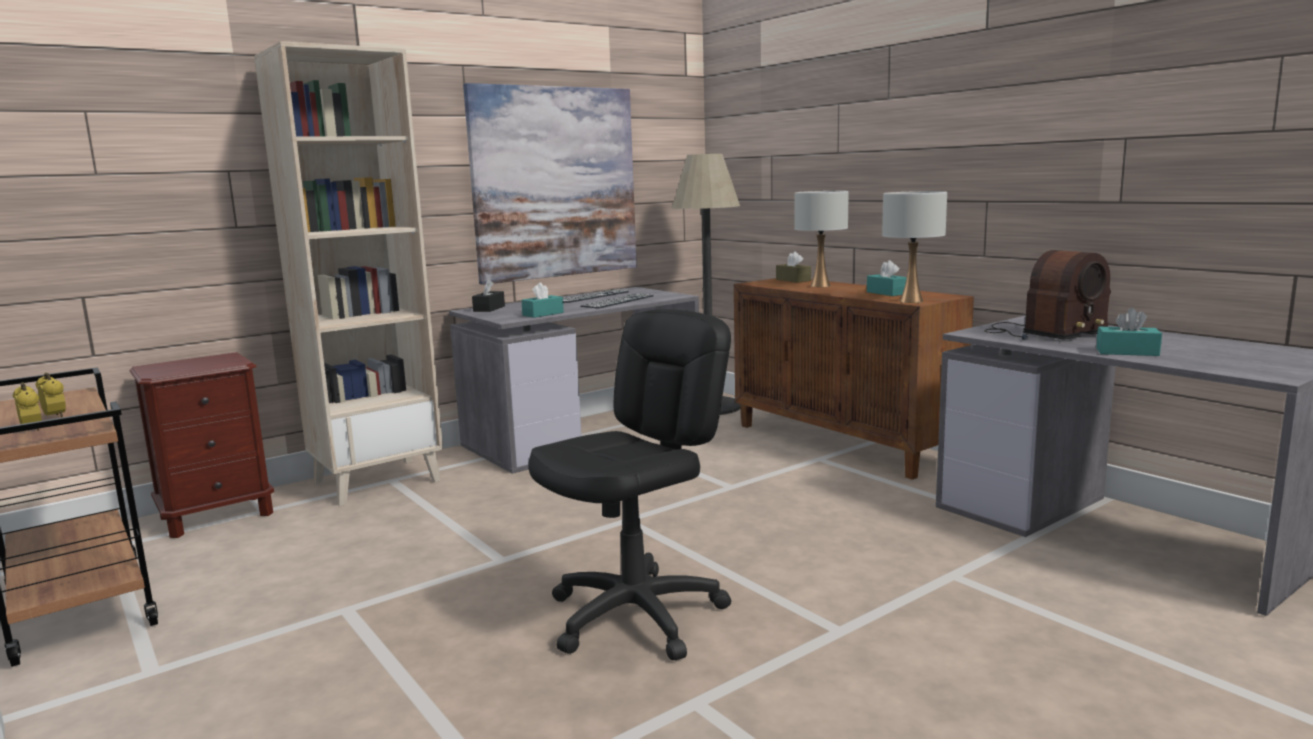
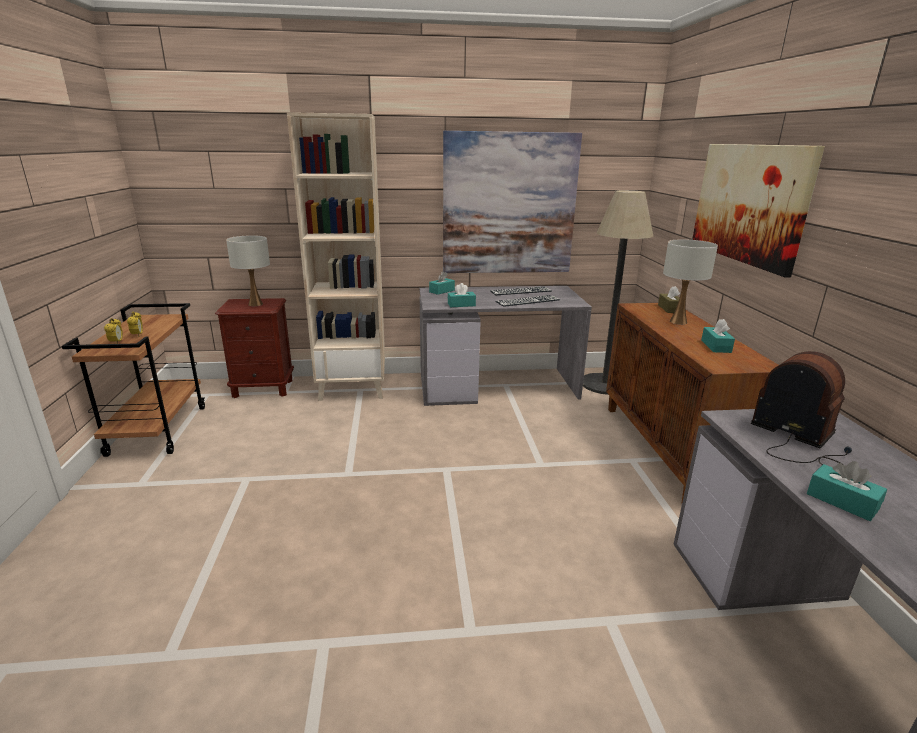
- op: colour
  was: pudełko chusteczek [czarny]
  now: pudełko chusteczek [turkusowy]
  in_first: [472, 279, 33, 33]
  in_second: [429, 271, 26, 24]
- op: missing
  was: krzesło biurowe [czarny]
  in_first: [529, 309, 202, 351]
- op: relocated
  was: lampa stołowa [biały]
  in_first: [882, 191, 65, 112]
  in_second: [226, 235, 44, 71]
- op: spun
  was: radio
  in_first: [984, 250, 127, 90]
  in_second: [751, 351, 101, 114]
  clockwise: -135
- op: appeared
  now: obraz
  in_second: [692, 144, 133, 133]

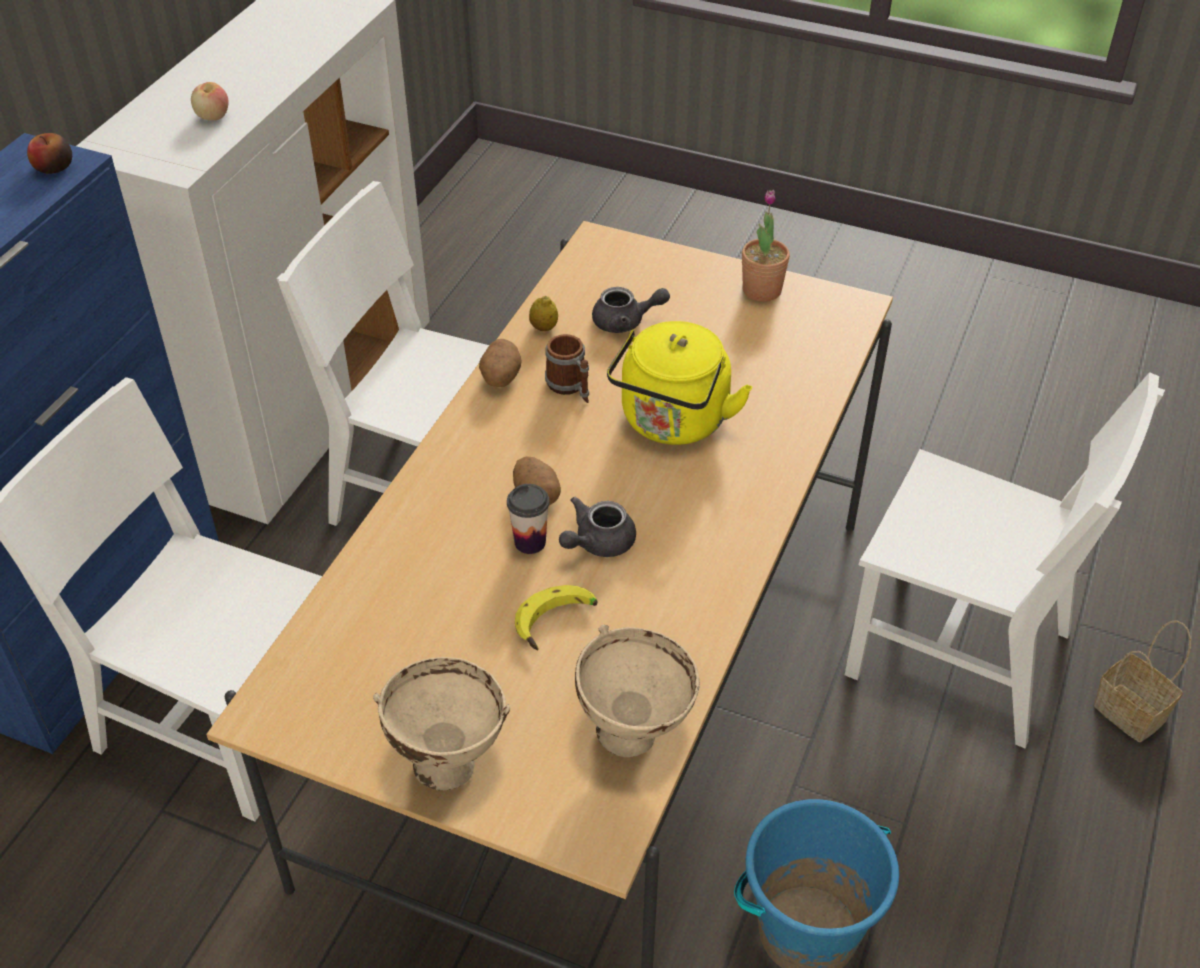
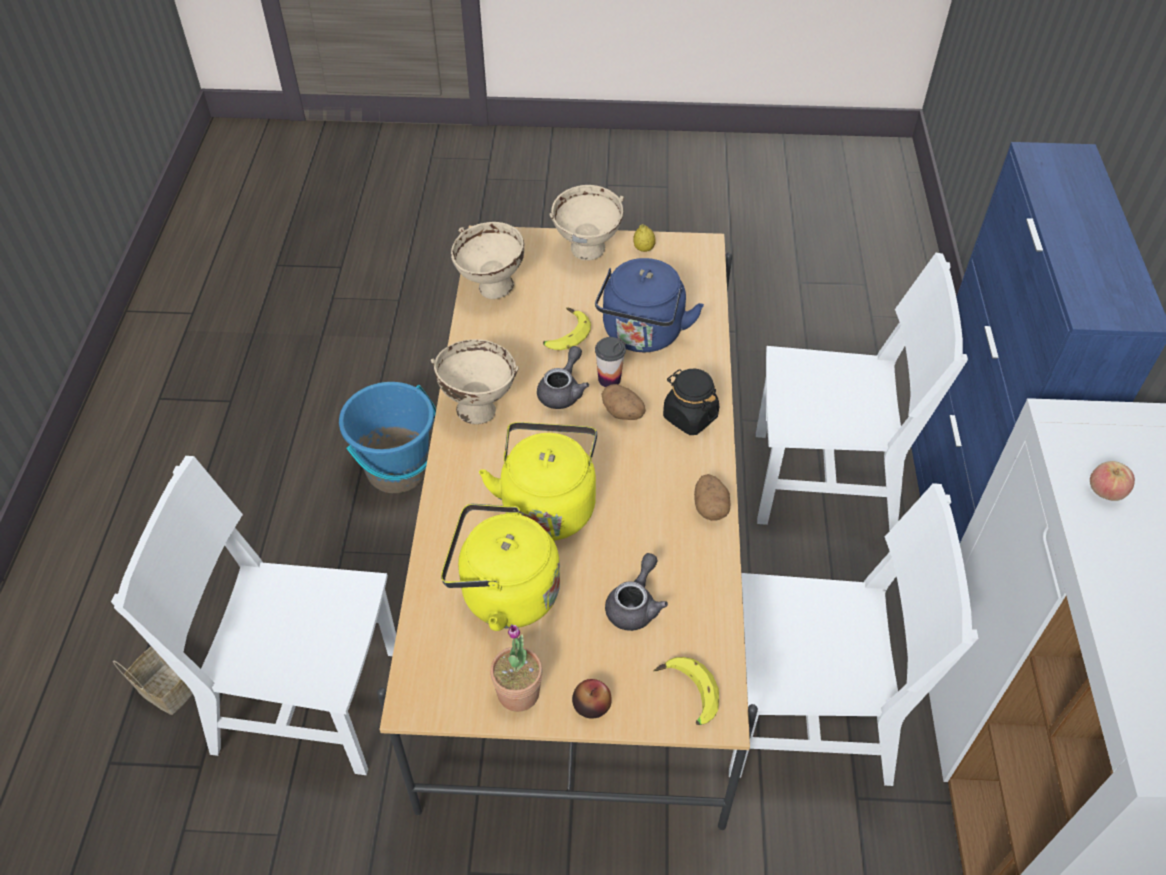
- op: relocated
  was: jabłko
  in_first: [27, 133, 45, 41]
  in_second: [572, 679, 40, 40]
- op: relocated
  was: cytryna
  in_first: [529, 296, 29, 35]
  in_second: [633, 224, 23, 28]
- op: missing
  was: kubek
  in_first: [545, 334, 44, 69]
- op: spun
  was: imbryk [szary]
  in_first: [592, 287, 78, 46]
  in_second: [605, 553, 63, 78]
  clockwise: 135
- op: appeared
  now: miska [beżowy]
  in_second: [431, 339, 88, 85]
- op: appeared
  now: czajnik [żółty]
  in_second: [441, 504, 119, 127]
- op: appeared
  now: czajnik [niebieski]
  in_second: [595, 258, 109, 94]
- op: appeared
  now: banan
  in_second: [653, 657, 66, 68]
- op: appeared
  now: słoik [czarny]
  in_second: [663, 369, 56, 66]

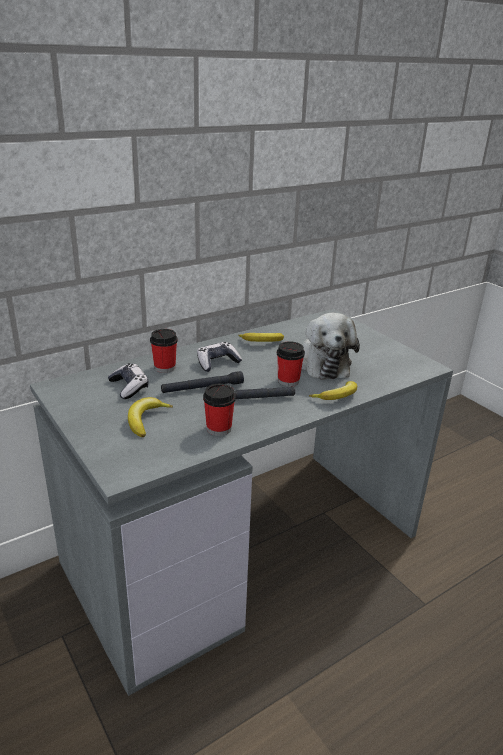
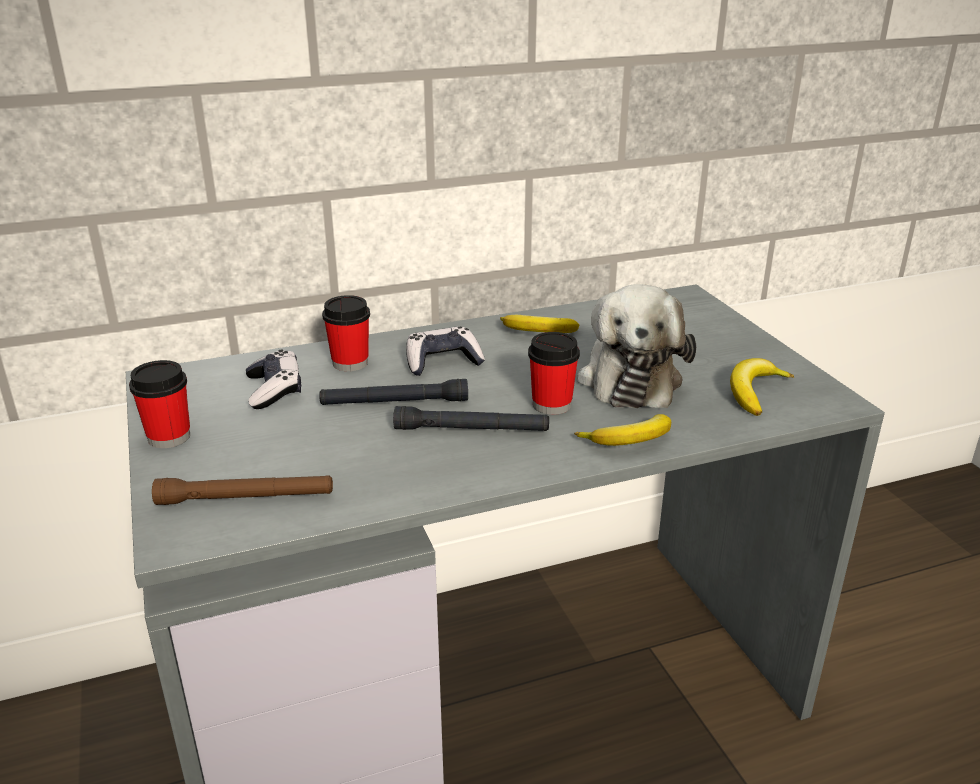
- op: relocated
  was: banan
  in_first: [128, 397, 45, 40]
  in_second: [730, 358, 64, 58]
- op: relocated
  was: filiżanka
  in_first: [203, 384, 33, 52]
  in_second: [129, 360, 61, 88]
- op: appeared
  now: latarka [brązowy]
  in_second: [152, 475, 181, 30]

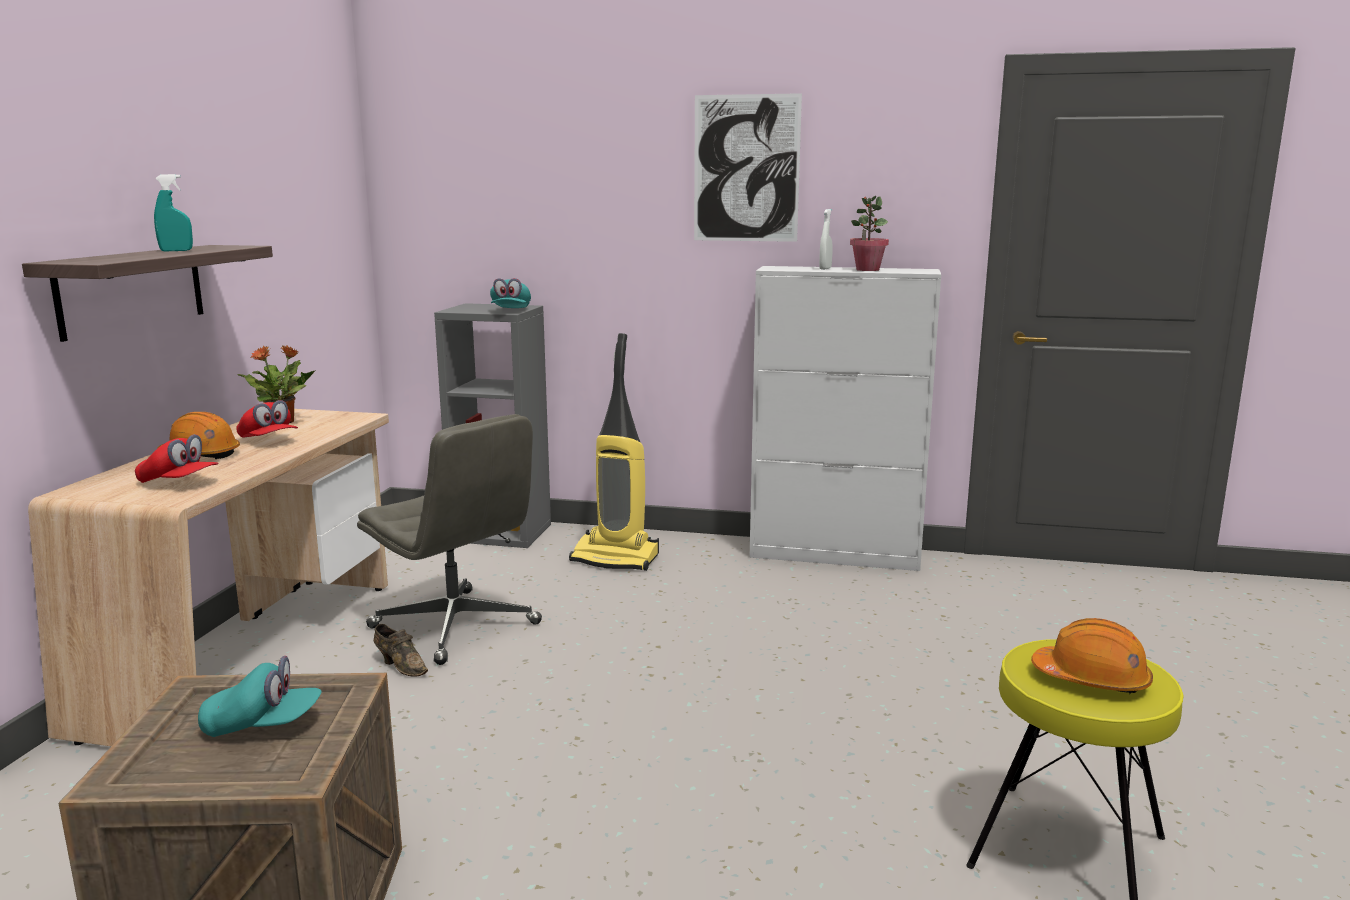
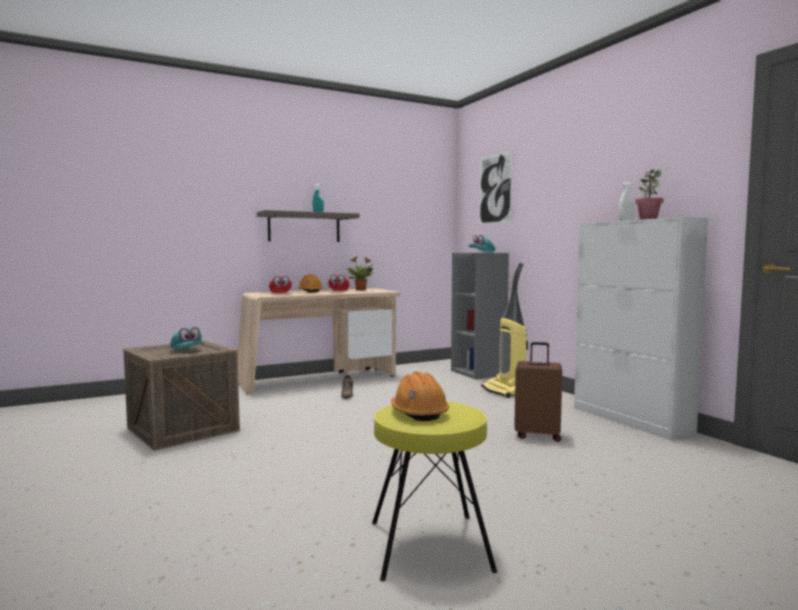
- op: missing
  was: krzesło biurowe [szary]
  in_first: [357, 414, 185, 251]
- op: relocated
  was: obraz
  in_first: [694, 93, 108, 149]
  in_second: [479, 150, 33, 75]
- op: appeared
  now: walizka [brązowy]
  in_second: [514, 342, 48, 100]

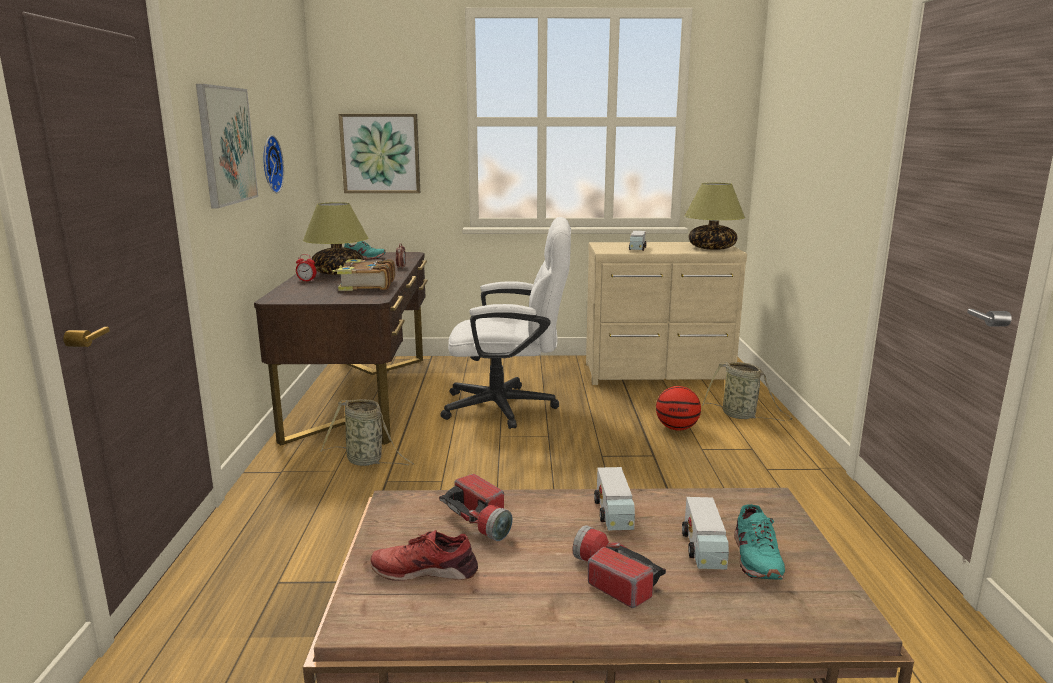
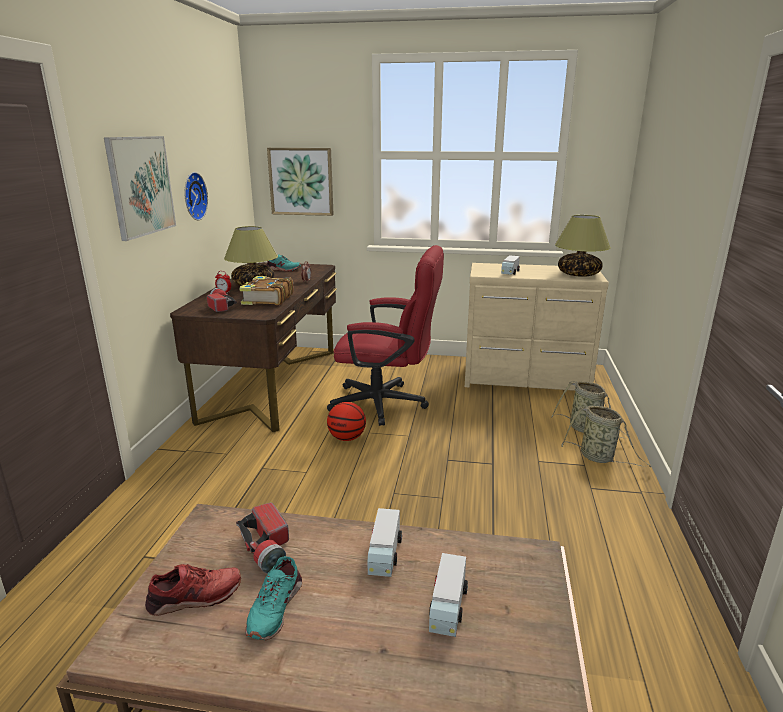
- op: relocated
  was: koszyk
  in_first: [321, 399, 93, 67]
  in_second: [561, 406, 90, 61]
- op: spun
  was: but [czerwony]
  in_first: [370, 530, 108, 51]
  in_second: [145, 564, 96, 52]
  clockwise: 150
- op: colour
  was: krzesło biurowe [biały]
  now: krzesło biurowe [czerwony]
  in_first: [440, 217, 131, 212]
  in_second: [327, 245, 117, 181]
- op: relocated
  was: latarka
  in_first: [572, 525, 94, 83]
  in_second: [207, 288, 30, 24]
- op: relocated
  was: piłka do koszykówki
  in_first: [656, 386, 45, 45]
  in_second: [327, 402, 39, 39]
- op: relocated
  was: but [turkusowy]
  in_first: [734, 504, 51, 75]
  in_second: [245, 556, 57, 84]

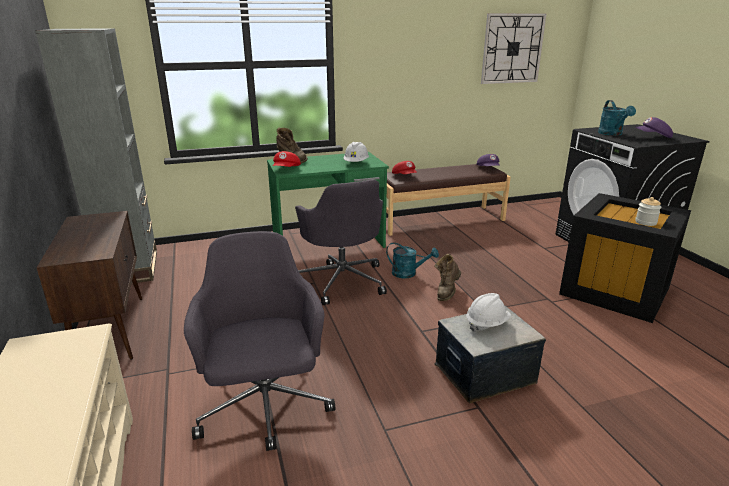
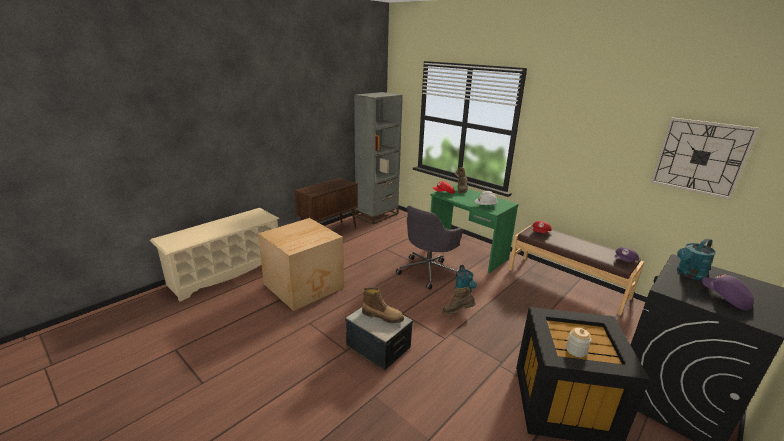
- op: exchanged
  was: krzesło biurowe [szary]
  now: karton
  in_first: [184, 231, 151, 220]
  in_second: [258, 218, 86, 93]
- op: exchanged
  was: kask [biały]
  now: but z cholewką
  in_first: [466, 293, 45, 39]
  in_second: [362, 287, 42, 36]

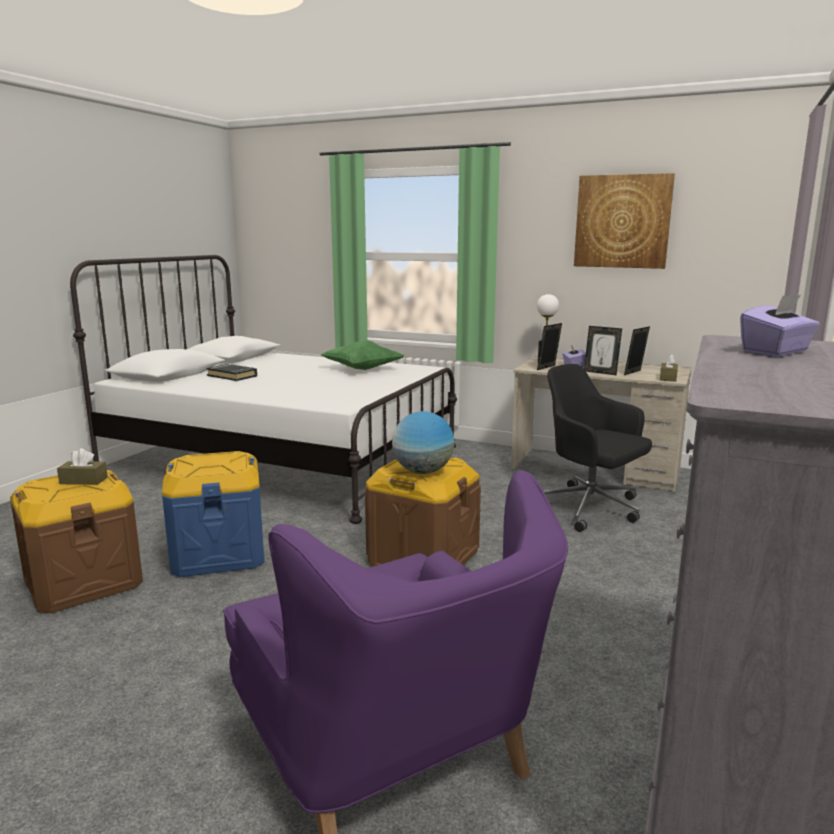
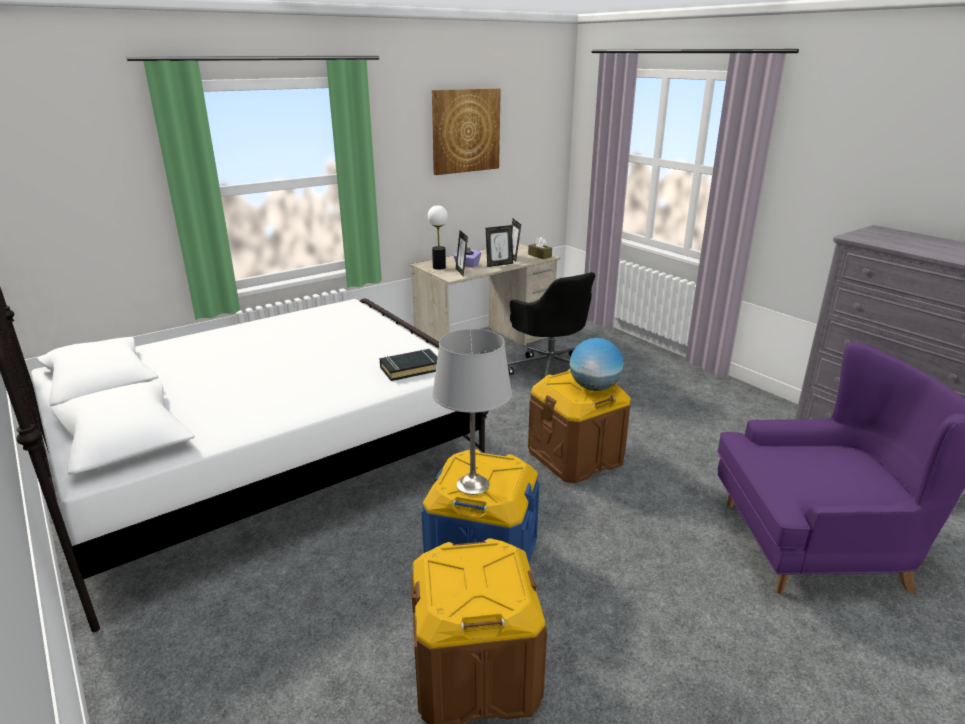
- op: missing
  was: pudełko chusteczek [brązowy]
  in_first: [57, 448, 51, 37]
- op: relocated
  was: książka [czarny]
  in_first: [207, 364, 50, 17]
  in_second: [379, 349, 59, 32]
- op: missing
  was: poduszka [zielony]
  in_first: [321, 341, 83, 29]
- op: spun
  was: krzesło biurowe [czarny]
  in_first: [544, 364, 108, 168]
  in_second: [507, 272, 88, 105]
  clockwise: -105
- op: missing
  was: pudełko chusteczek [fioletowy]
  in_first: [740, 295, 80, 61]
- op: appeared
  now: lampa stołowa [szary]
  in_second: [432, 329, 80, 166]

